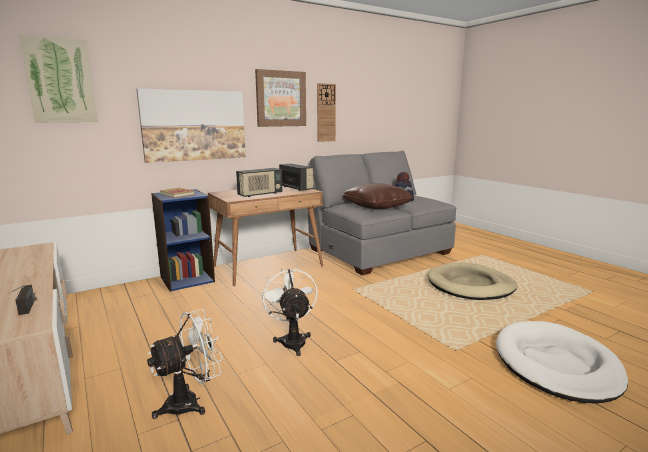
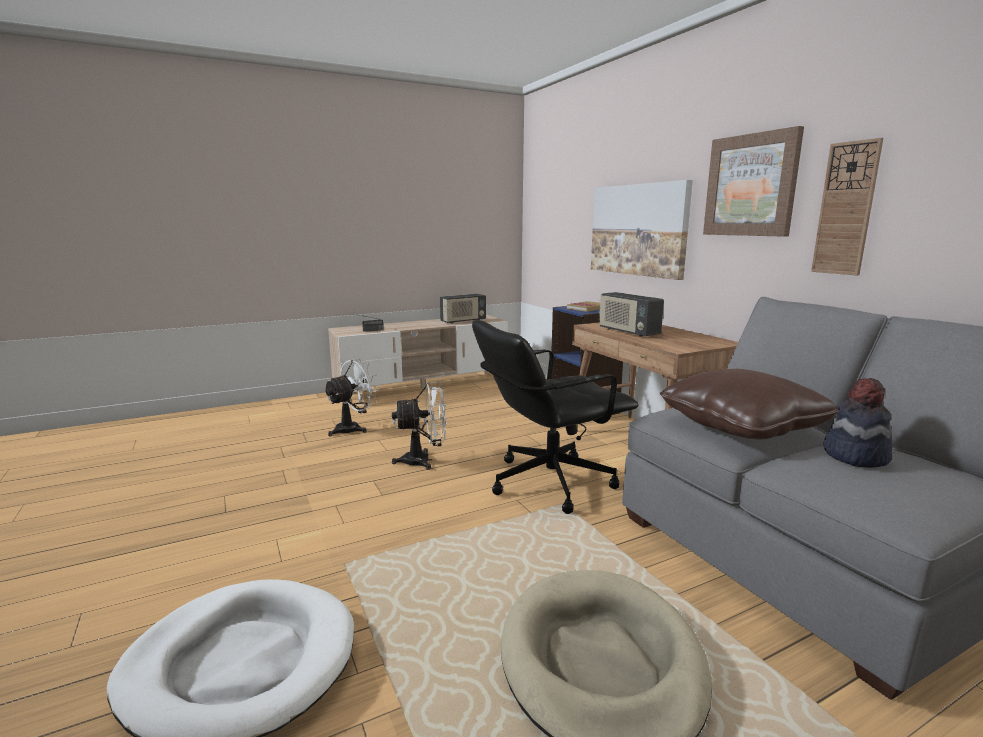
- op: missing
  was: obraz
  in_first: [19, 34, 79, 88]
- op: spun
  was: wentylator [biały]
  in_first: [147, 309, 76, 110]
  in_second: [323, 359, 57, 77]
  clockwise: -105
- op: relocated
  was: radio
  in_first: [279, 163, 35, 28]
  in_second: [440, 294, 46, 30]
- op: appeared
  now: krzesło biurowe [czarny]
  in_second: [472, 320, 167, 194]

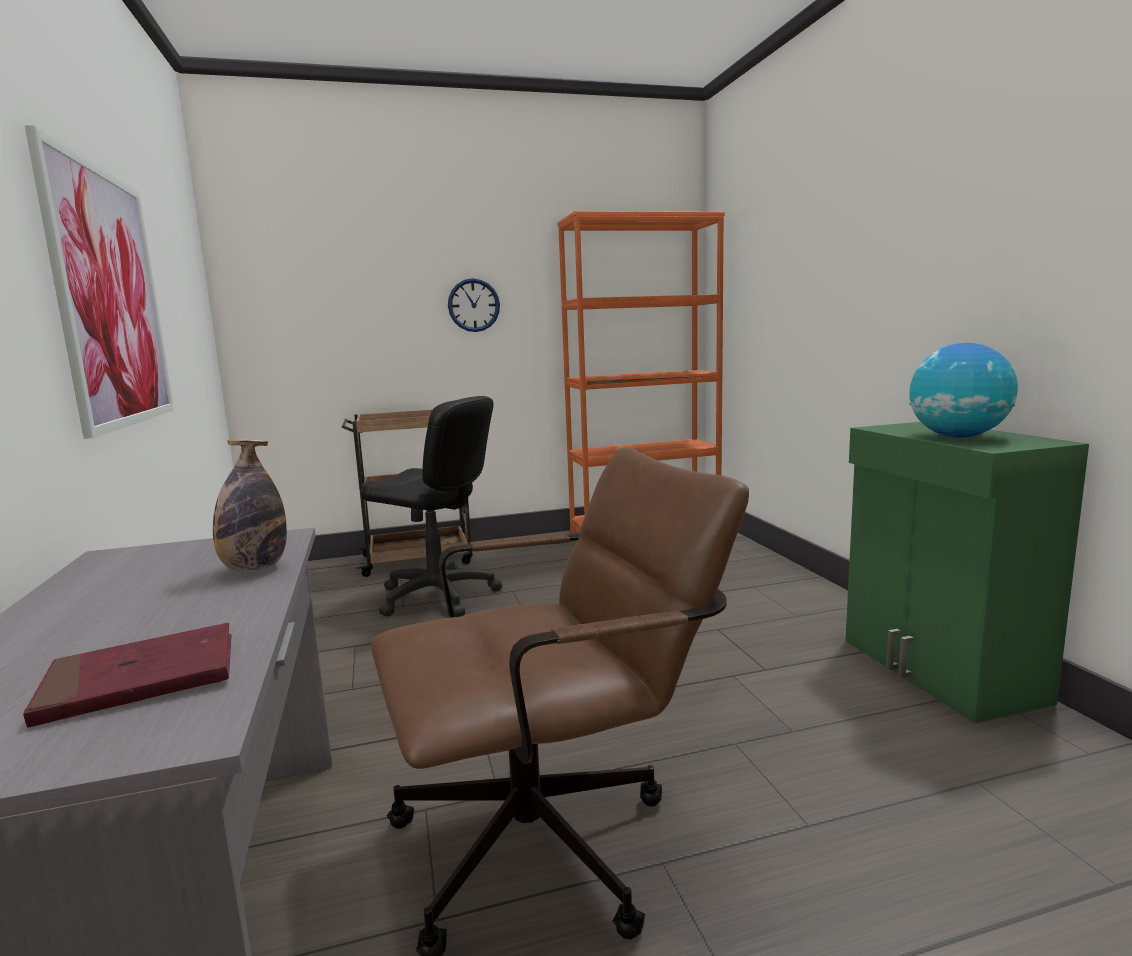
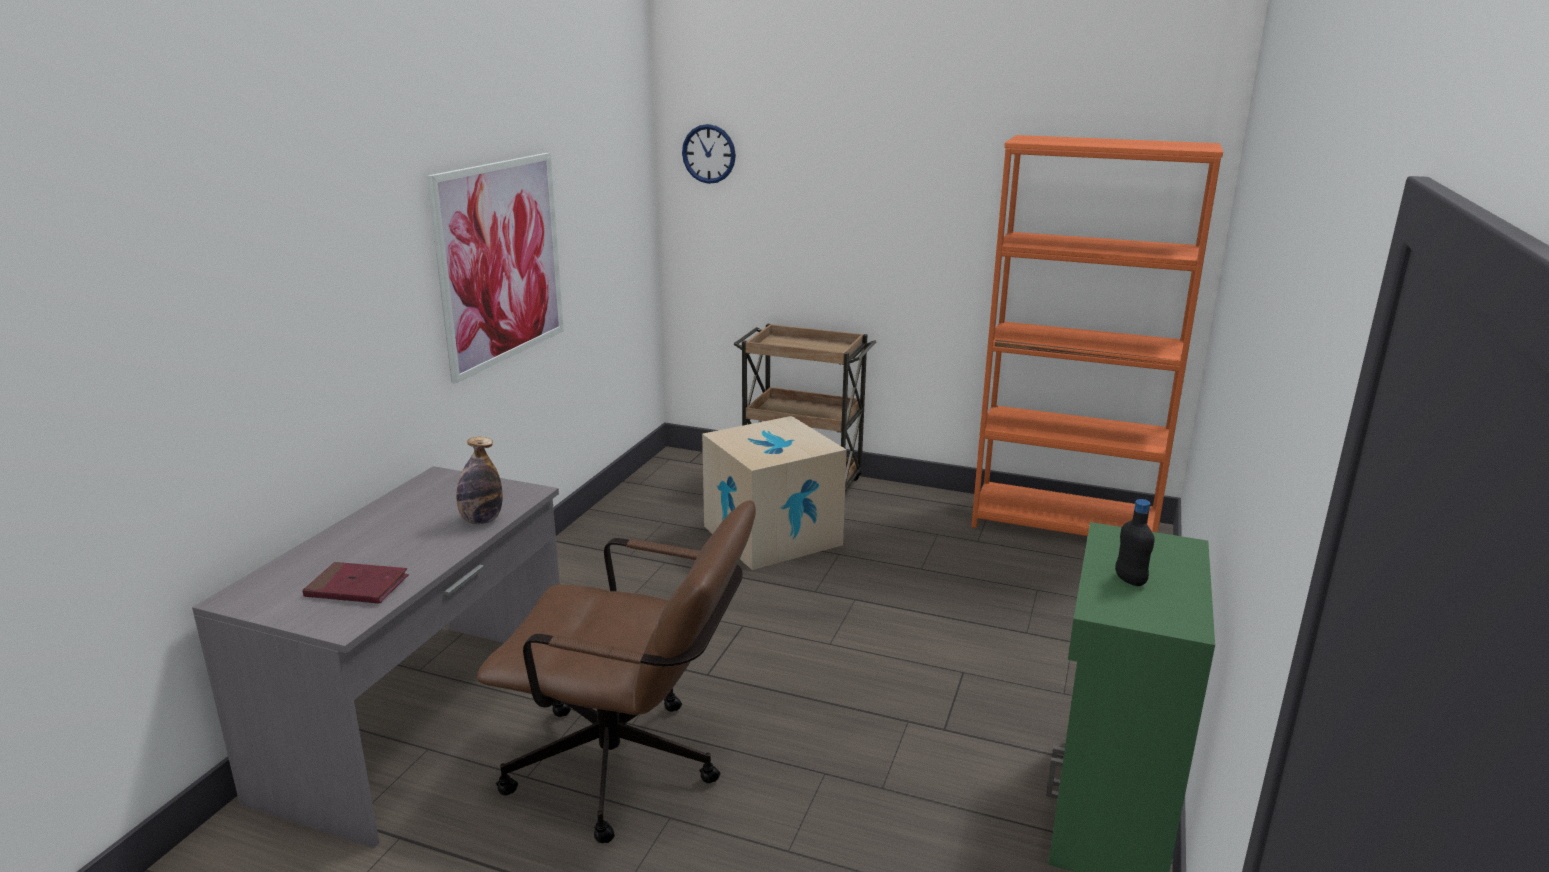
- op: exchanged
  was: krzesło biurowe [czarny]
  now: karton
  in_first: [360, 396, 142, 221]
  in_second: [702, 416, 145, 154]
- op: relocated
  was: zegar ścienny
  in_first: [448, 278, 52, 54]
  in_second: [682, 124, 54, 60]
- op: exchanged
  was: globus
  now: butelka [czarny]
  in_first: [909, 343, 109, 95]
  in_second: [1115, 499, 40, 87]

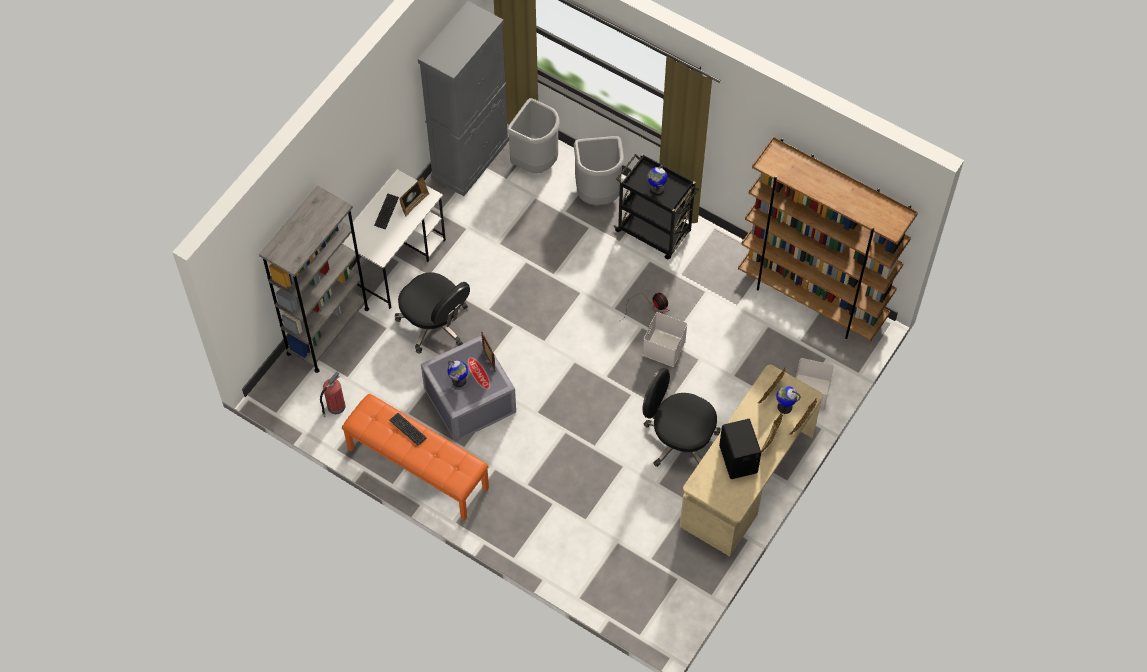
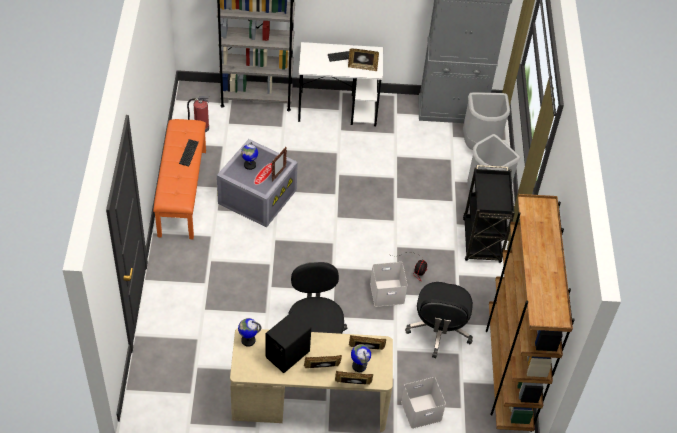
- op: relocated
  was: krzesło biurowe [czarny]
  in_first: [395, 272, 75, 82]
  in_second: [405, 282, 68, 76]
- op: relocated
  was: globus
  in_first: [647, 165, 20, 30]
  in_second: [238, 318, 23, 29]

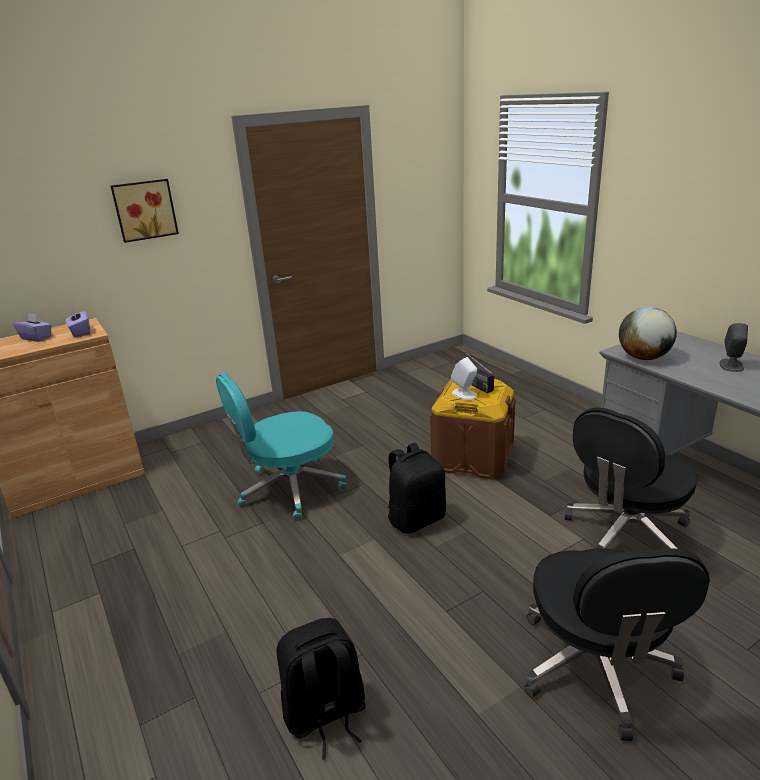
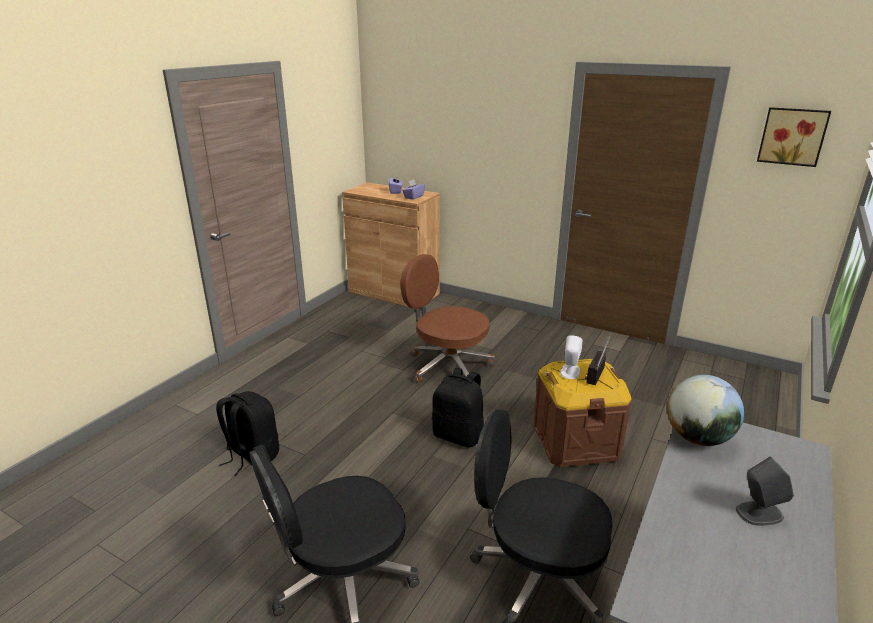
- op: relocated
  was: obraz
  in_first: [111, 179, 68, 64]
  in_second: [757, 107, 74, 60]
- op: colour
  was: krzesło biurowe [turkusowy]
  now: krzesło biurowe [brązowy]
  in_first: [216, 373, 131, 148]
  in_second: [400, 254, 95, 129]

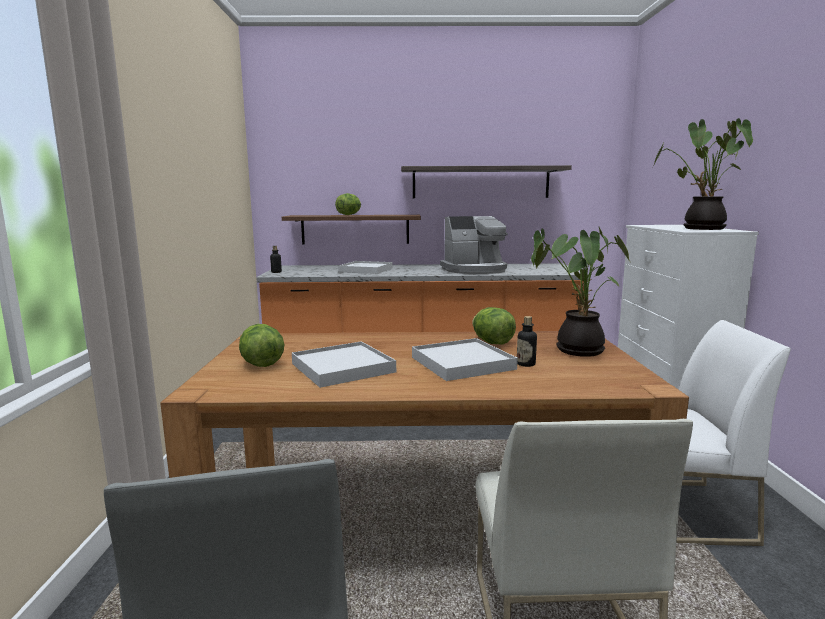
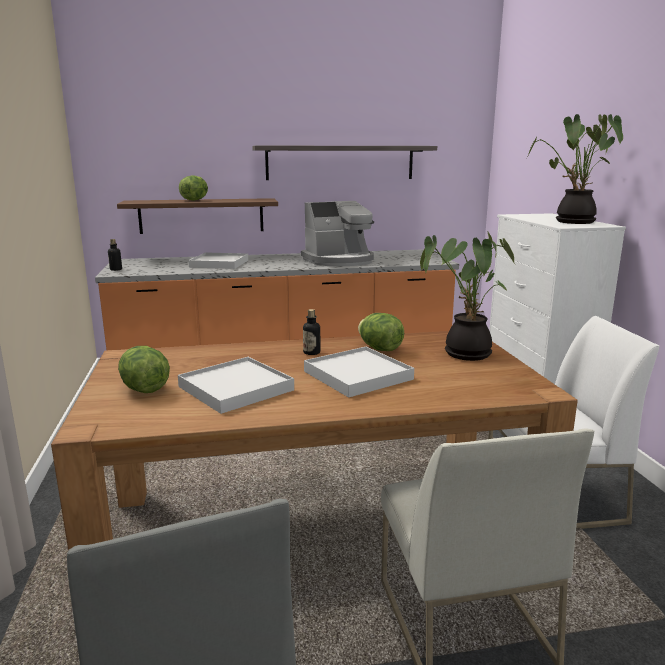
- op: relocated
  was: butelka
  in_first: [517, 316, 20, 51]
  in_second: [303, 309, 17, 46]

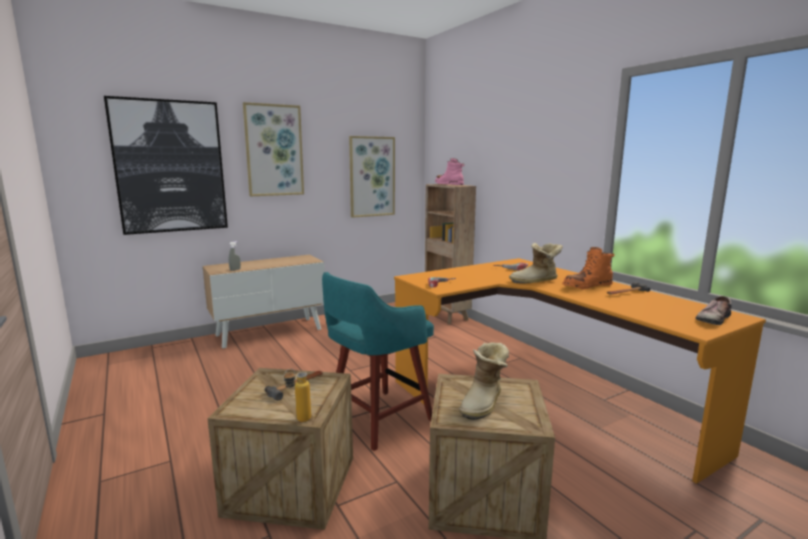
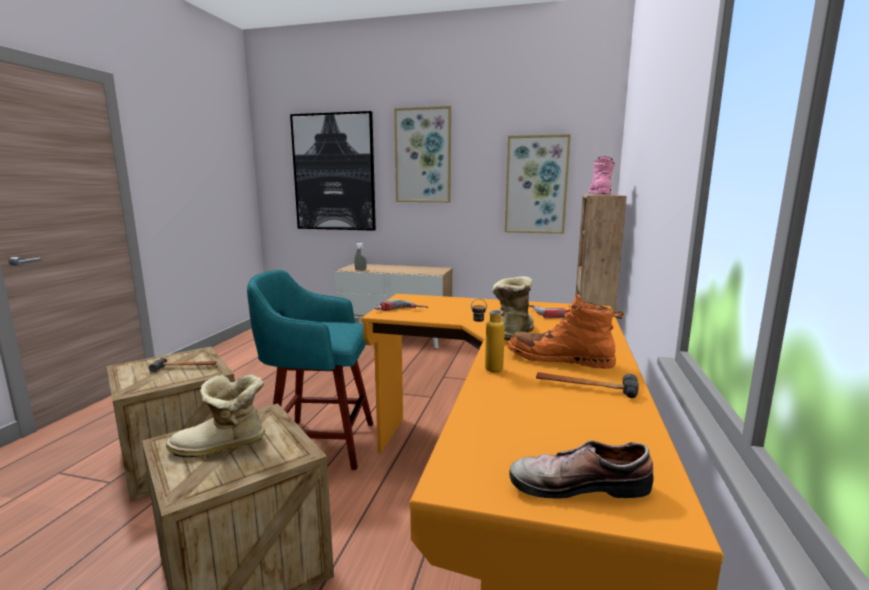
- op: relocated
  was: butelka
  in_first: [284, 368, 27, 54]
  in_second: [471, 299, 34, 73]
- op: spun
  was: but z cholewką
  in_first: [509, 243, 54, 41]
  in_second: [492, 276, 42, 64]
  clockwise: 75

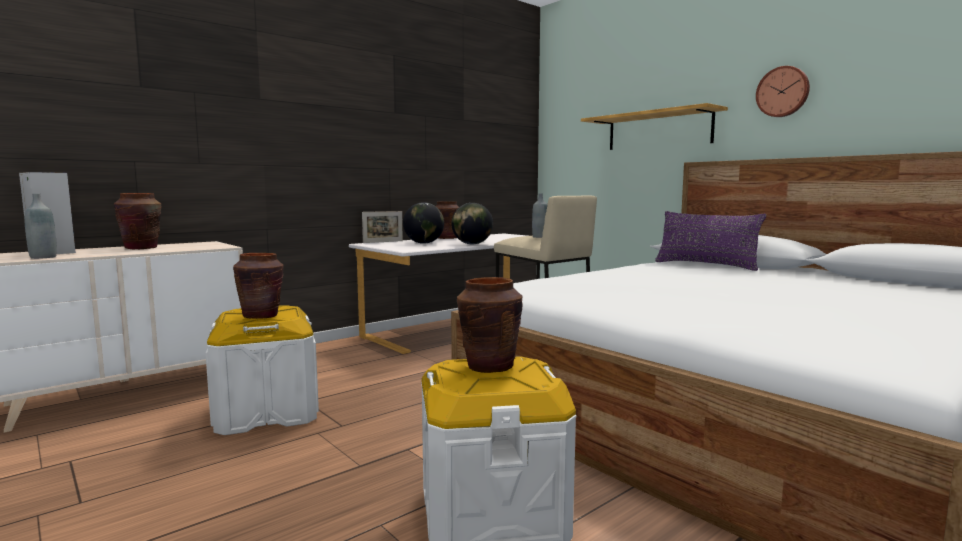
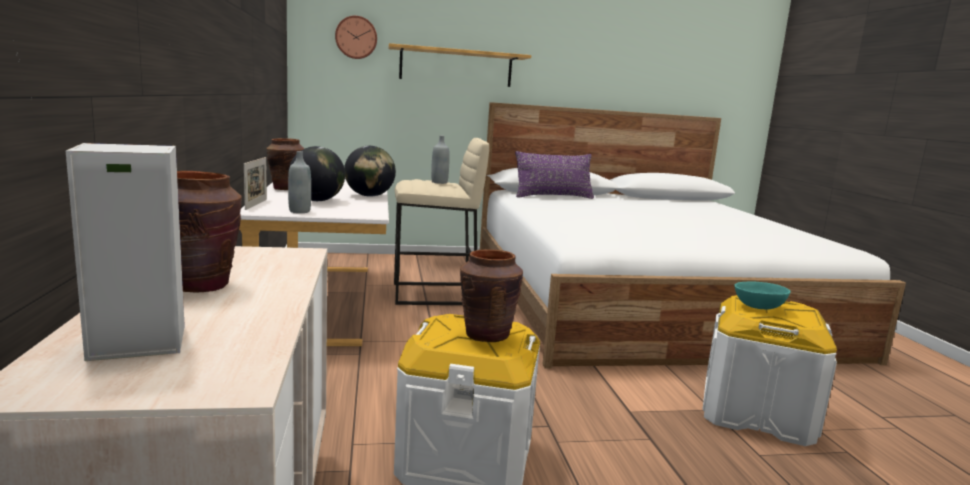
- op: relocated
  was: butelka [szary]
  in_first: [24, 193, 33, 66]
  in_second: [288, 151, 23, 62]
- op: exchanged
  was: wazon [brązowy]
  now: miska [turkusowy]
  in_first: [457, 277, 66, 96]
  in_second: [734, 281, 57, 28]
- op: relocated
  was: zegar ścienny
  in_first: [756, 66, 54, 51]
  in_second: [335, 16, 42, 43]

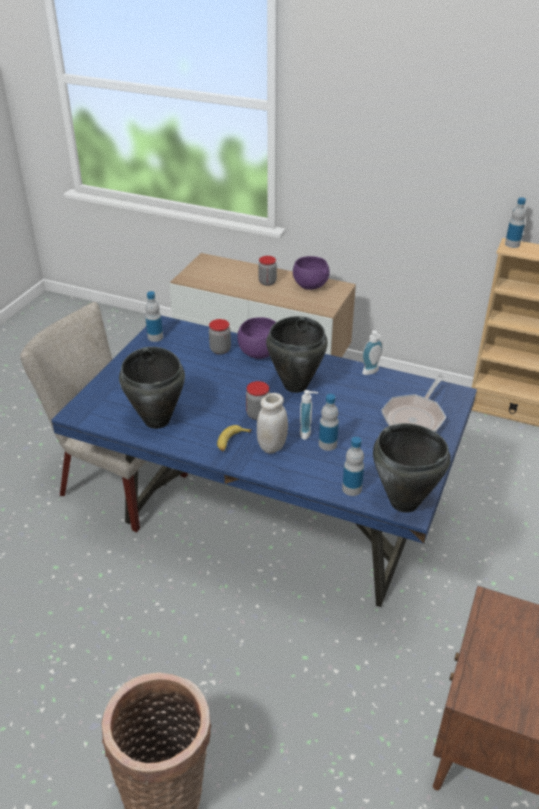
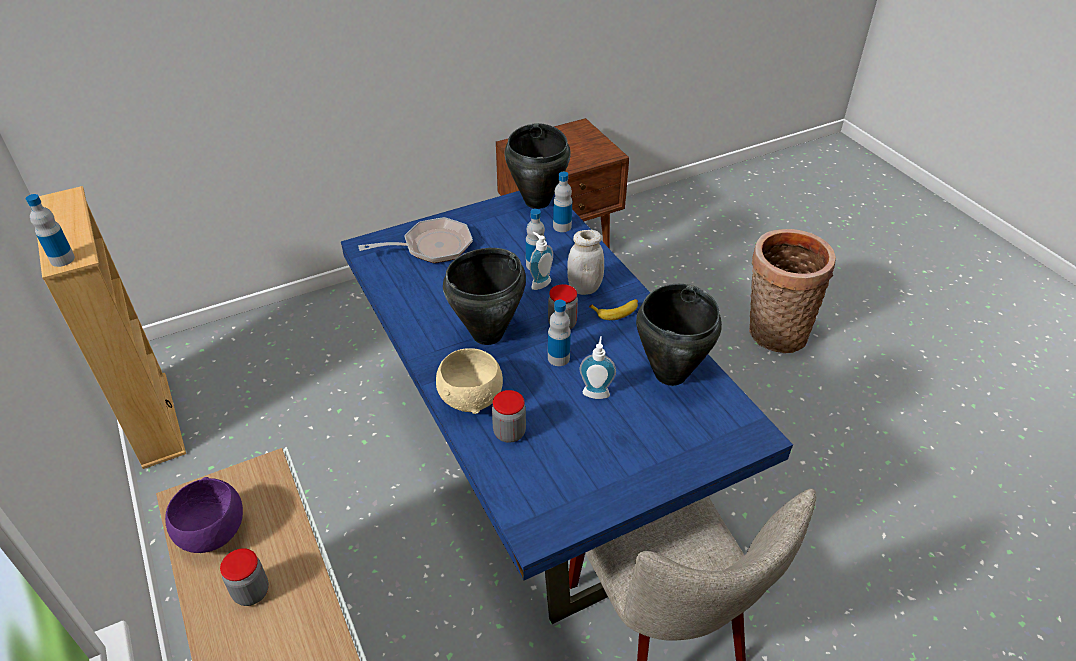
- op: relocated
  was: butelka
  in_first: [145, 291, 18, 51]
  in_second: [548, 300, 23, 66]
- op: colour
  was: miska [fioletowy]
  now: miska [beżowy]
  in_first: [237, 317, 39, 42]
  in_second: [436, 348, 67, 66]
- op: relocated
  was: dozownik mydła
  in_first: [362, 330, 21, 45]
  in_second: [580, 336, 36, 63]

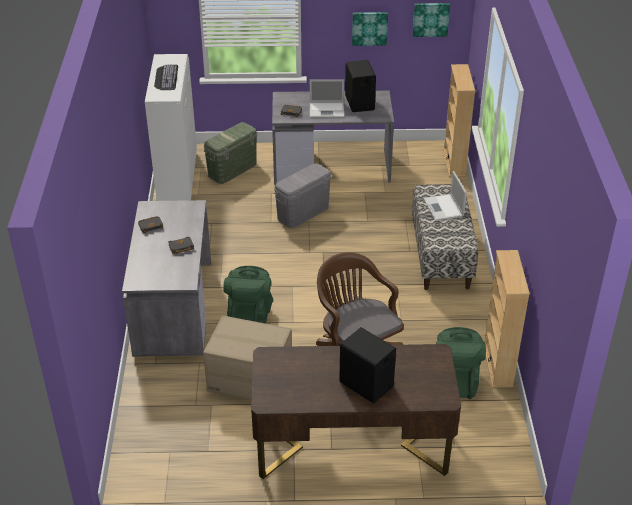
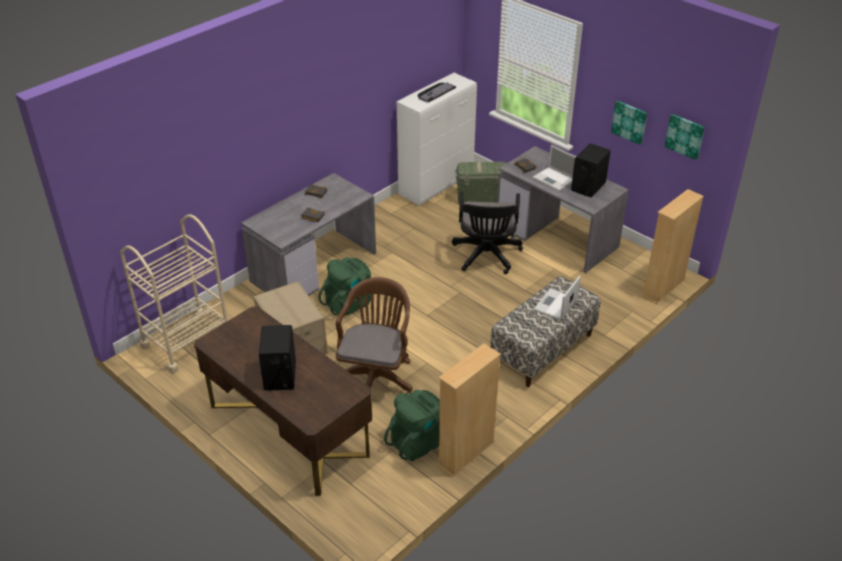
- op: exchanged
  was: pojemnik do przechowywania [szary]
  now: krzesło biurowe [czarny]
  in_first: [274, 163, 57, 65]
  in_second: [452, 192, 71, 82]
- op: appeared
  now: wózek [beżowy]
  in_second: [120, 214, 108, 159]

